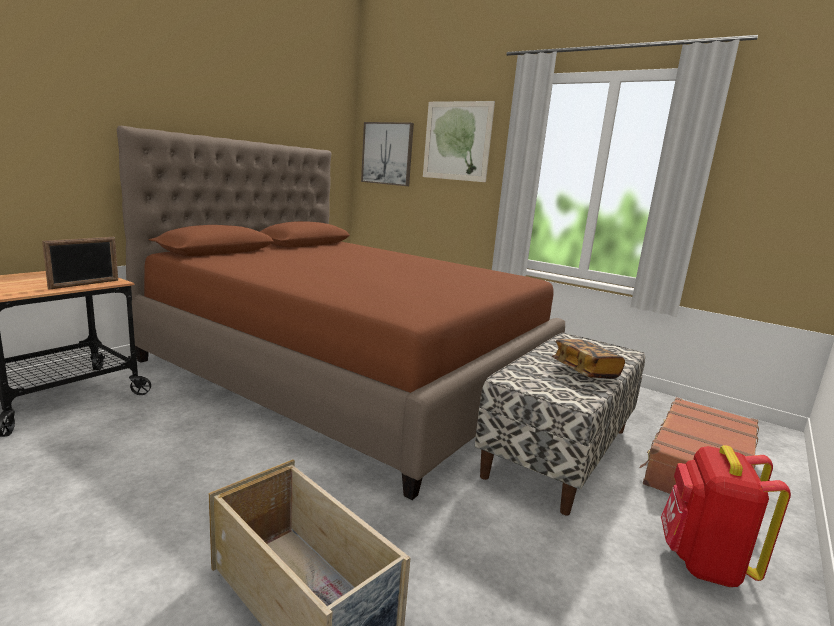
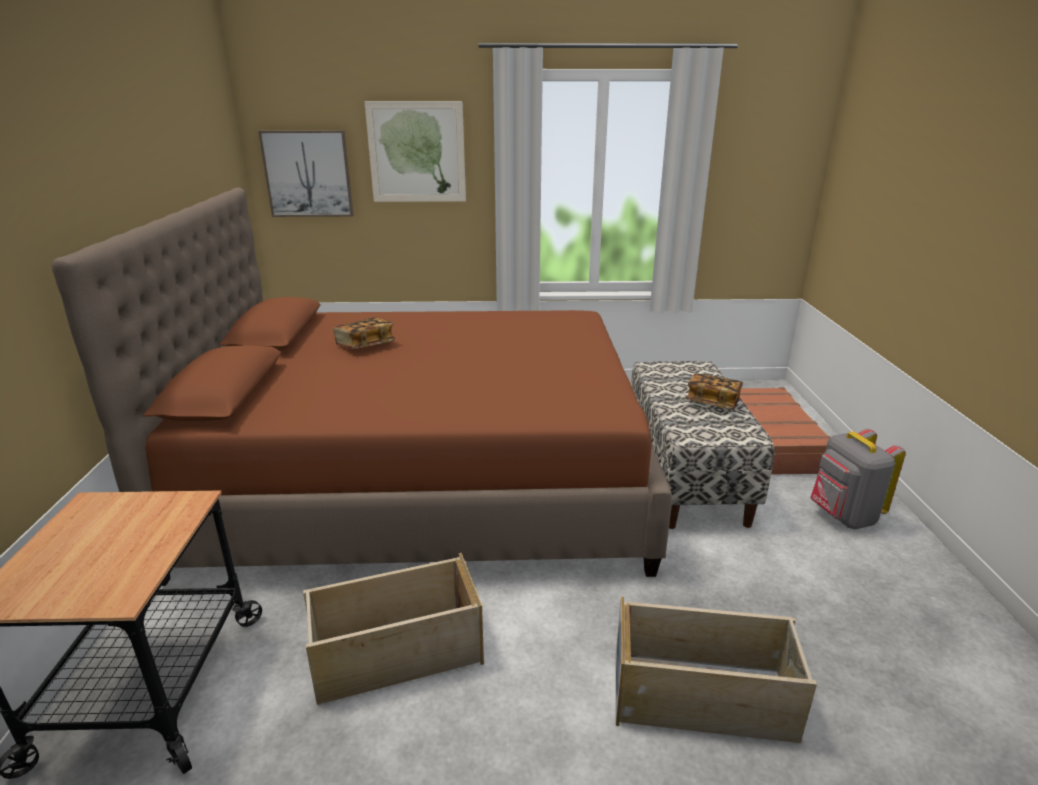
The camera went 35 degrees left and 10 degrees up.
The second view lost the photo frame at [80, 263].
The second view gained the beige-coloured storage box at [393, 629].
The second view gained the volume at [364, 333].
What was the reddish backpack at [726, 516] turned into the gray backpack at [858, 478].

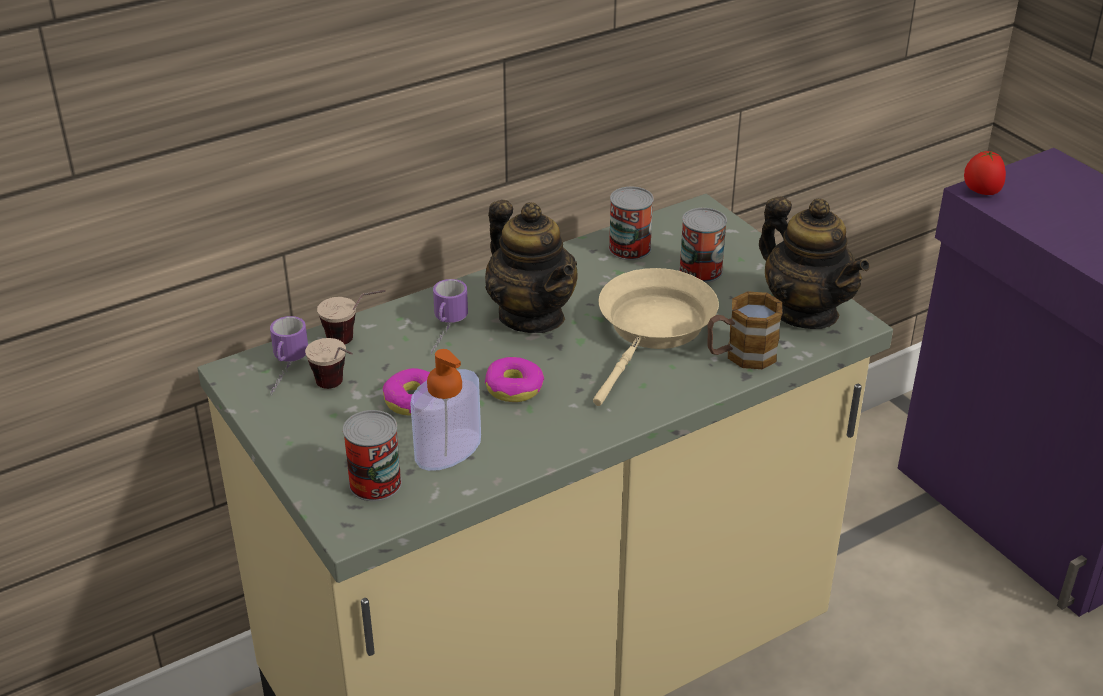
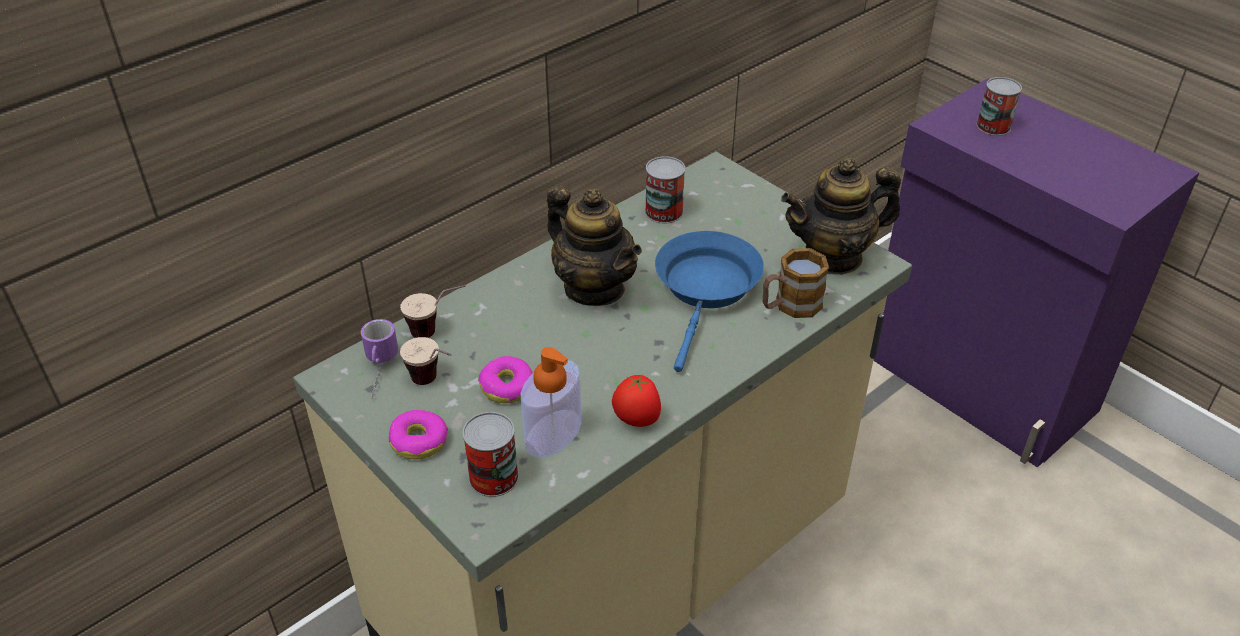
The camera went 10 degrees left and 5 degrees up.
The second view lost the tea mug at [449, 316].
The donut ended up elsewhere, having gone from [514, 379] to [418, 434].
The can ended up elsewhere, having gone from [703, 245] to [999, 106].
The whole tomato ended up elsewhere, having gone from [985, 173] to [636, 401].
What was the beige-coloured skillet at [656, 337] turned into the bluish skillet at [709, 301].
The pot for tea at [814, 263] ended up facing another way, 120 degrees clockwise from before.

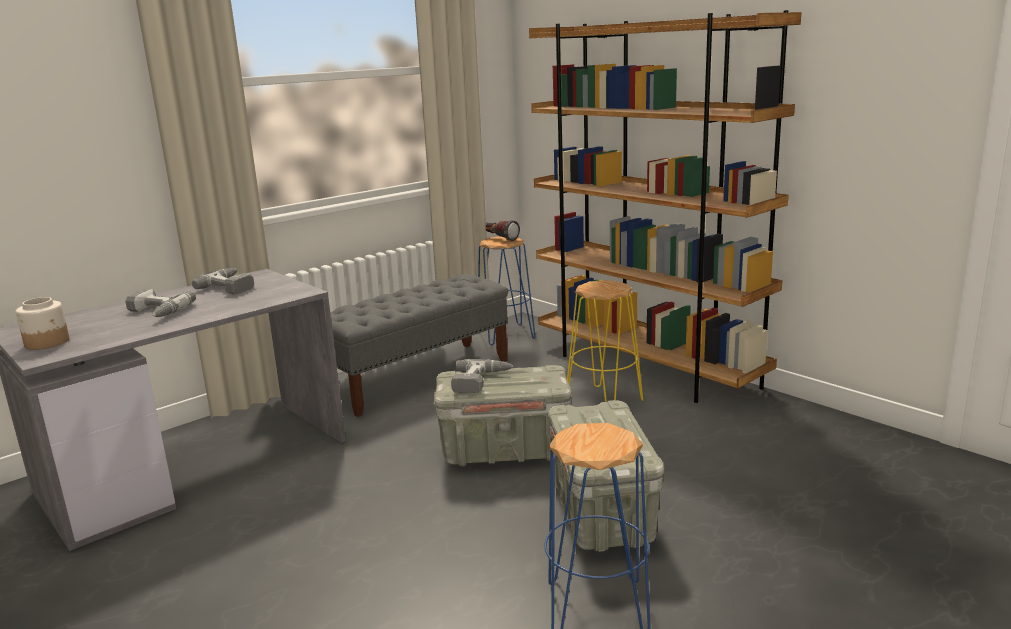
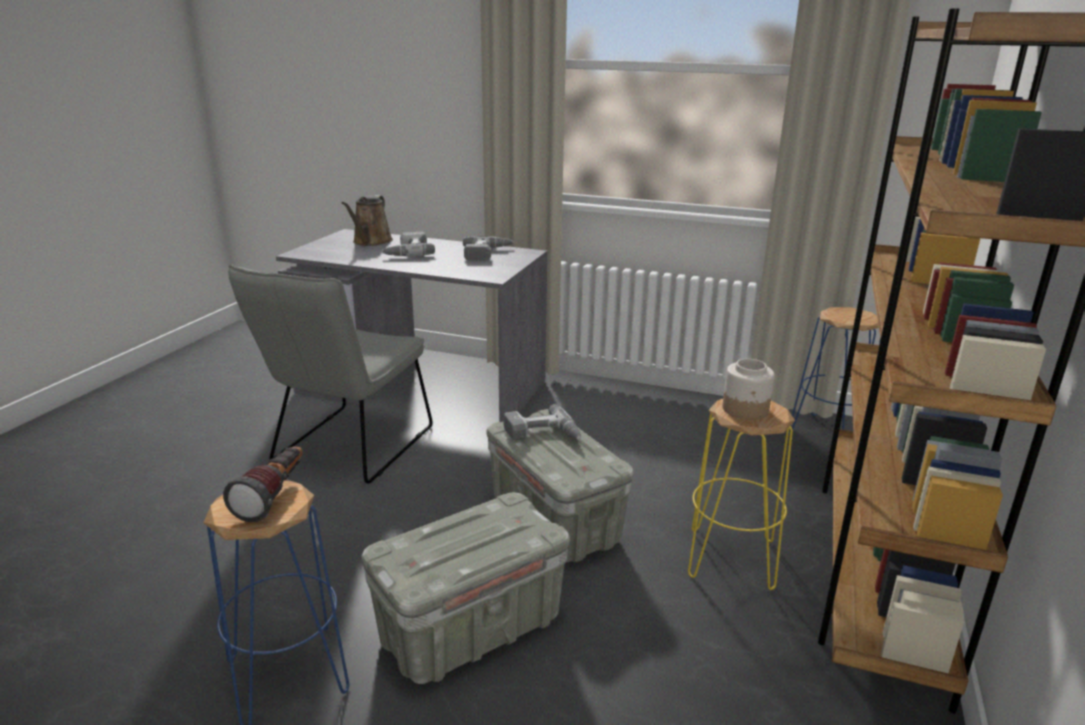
The camera went 60 degrees right and 5 degrees up.
The second view lost the gray long seat at [419, 345].
The second view gained the gray chair at [330, 374].
The second view gained the brown-coloured watering pot at [367, 220].
The storage jar ended up elsewhere, having gone from [42, 323] to [748, 389].
The flashlight ended up elsewhere, having gone from [503, 230] to [263, 484].

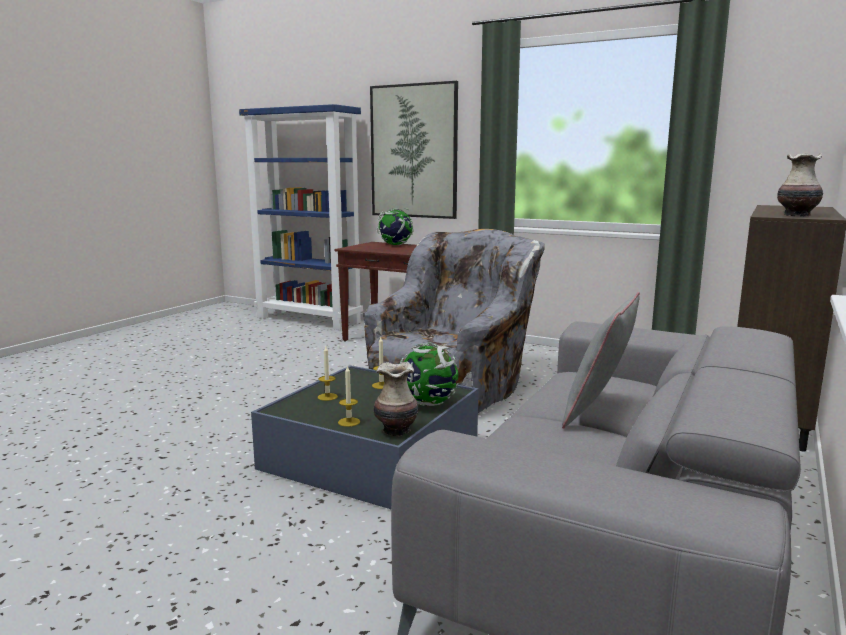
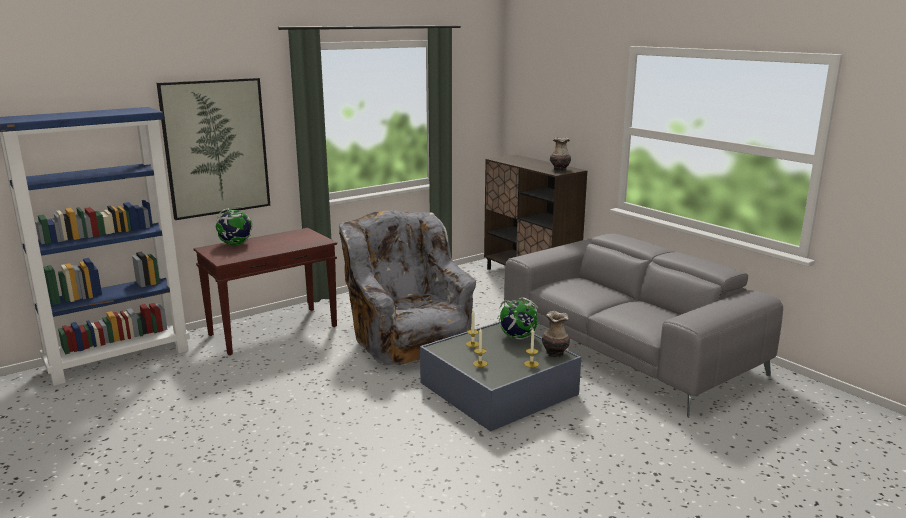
The camera went 65 degrees left and 5 degrees up.
The second view lost the gray throw pillow at [601, 360].

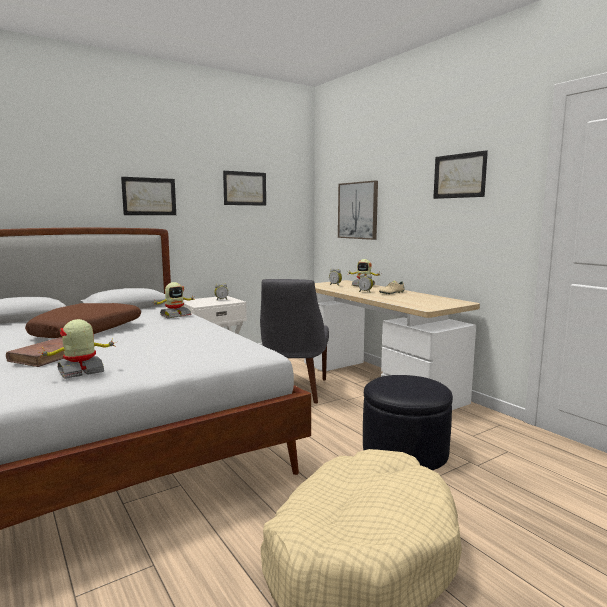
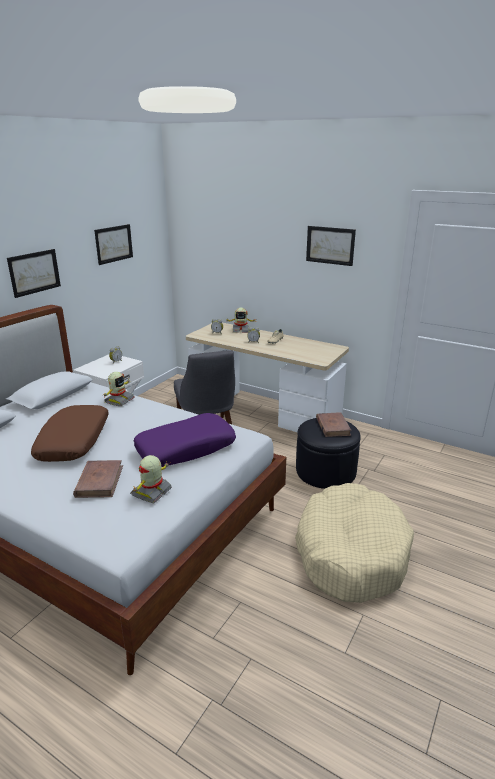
The camera went 25 degrees left and 15 degrees up.
The second view lost the wall picture at [358, 210].
The second view gained the purplish throw pillow at [185, 440].
The second view gained the brown-coloured volume at [334, 425].

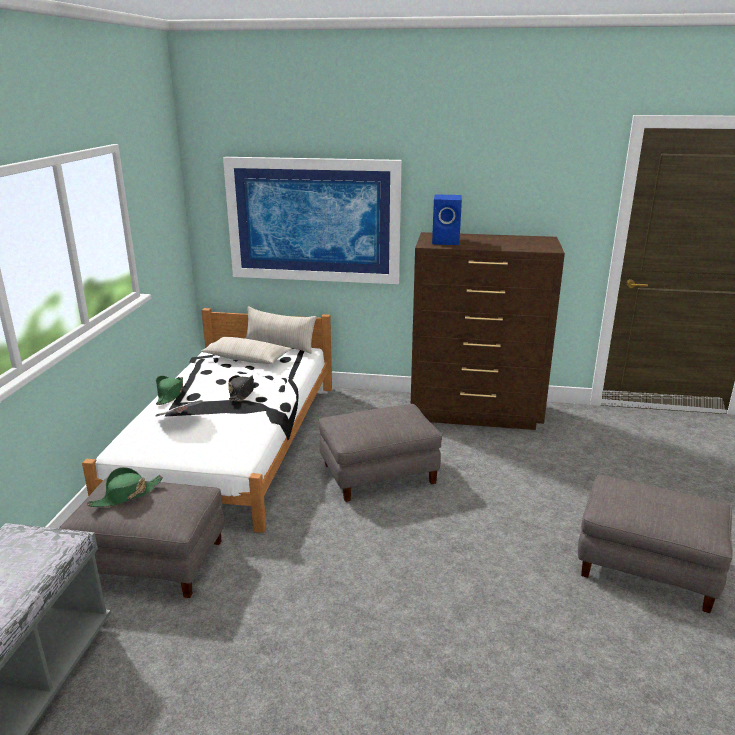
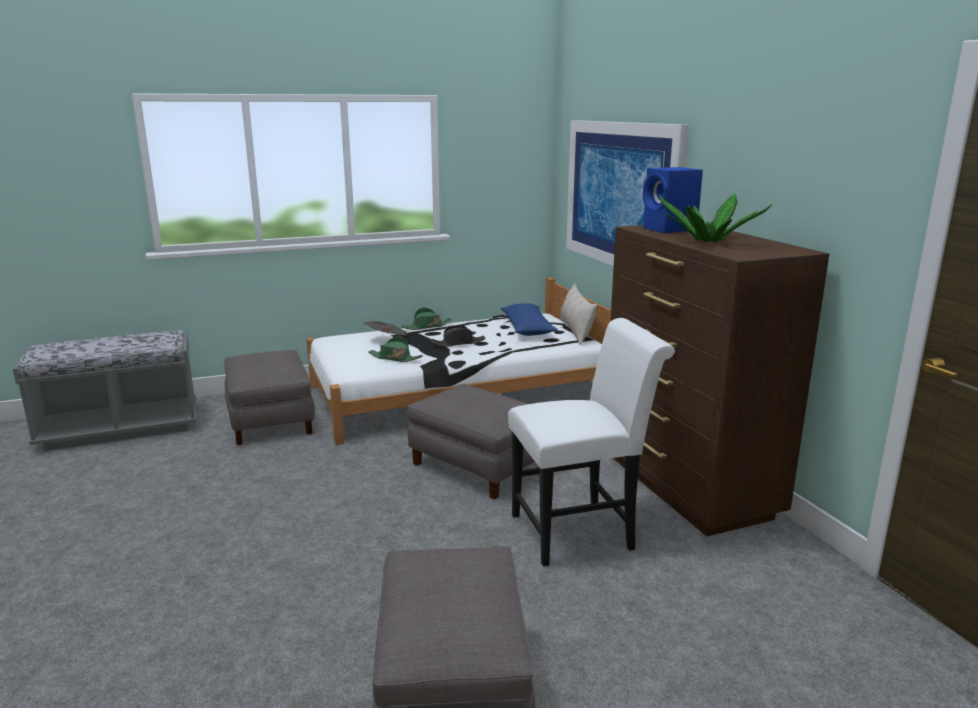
The camera went 60 degrees right and 5 degrees down.
The second view gained the white chair at [591, 442].
The second view gained the houseplant at [715, 217].
The green-coloured wearable hat ended up elsewhere, having gone from [125, 487] to [396, 349].
What was the beige-coloured throw pillow at [246, 350] turned into the bluish throw pillow at [529, 319].

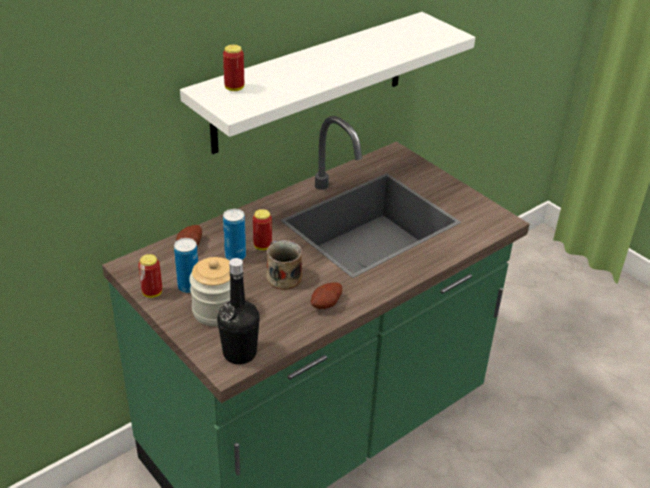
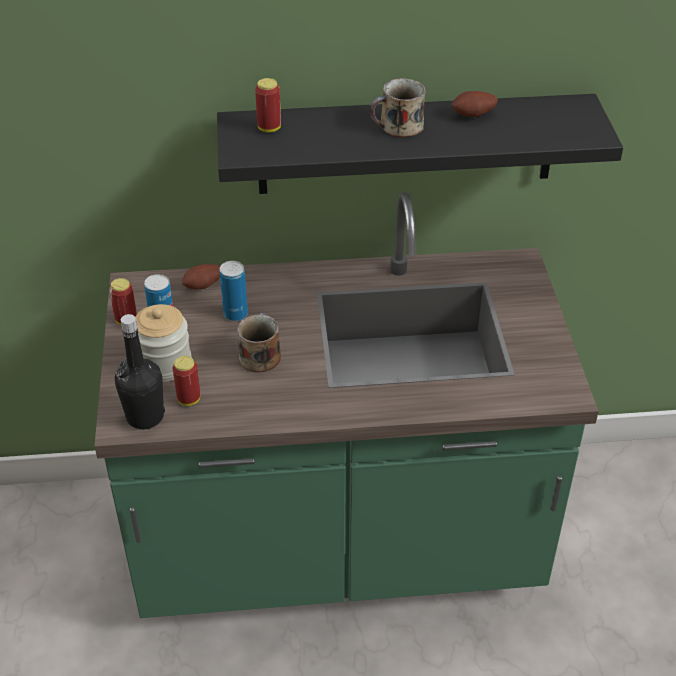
The camera went 35 degrees right and 5 degrees up.
The second view gained the tea mug at [398, 107].
The can ended up elsewhere, having gone from [262, 229] to [186, 381].
The spud ended up elsewhere, having gone from [326, 295] to [475, 104].
What was the white bracket shelf at [327, 83] turned into the black bracket shelf at [420, 144].

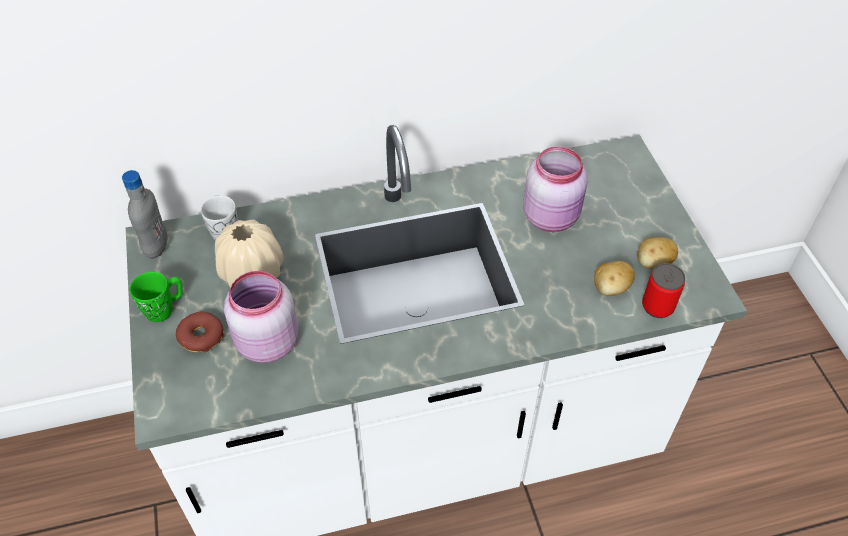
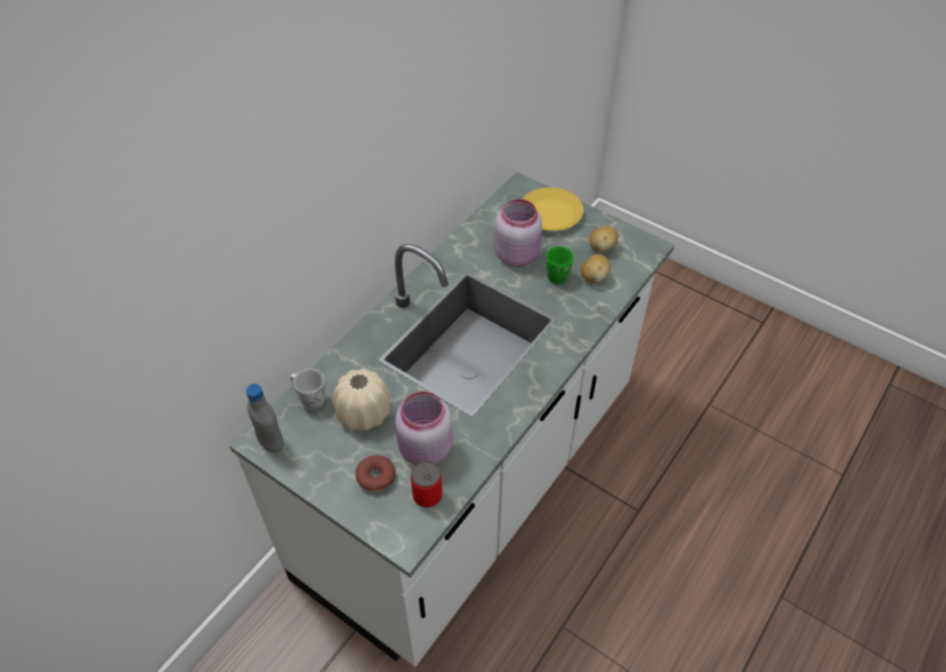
The camera went 40 degrees left and 0 degrees up.
The second view gained the yellow-coloured dinner plate at [553, 209].
The green-coloured tea mug ended up elsewhere, having gone from [156, 297] to [559, 265].
The can ended up elsewhere, having gone from [663, 290] to [426, 484].

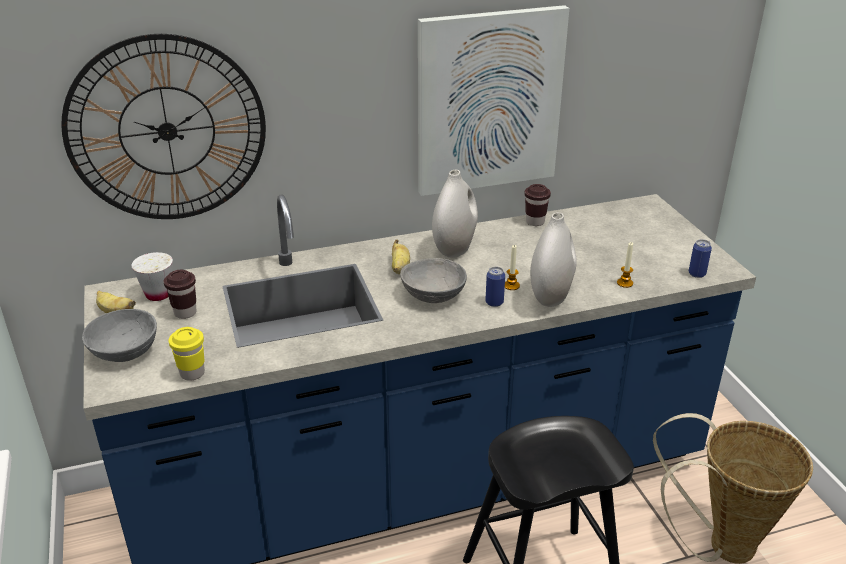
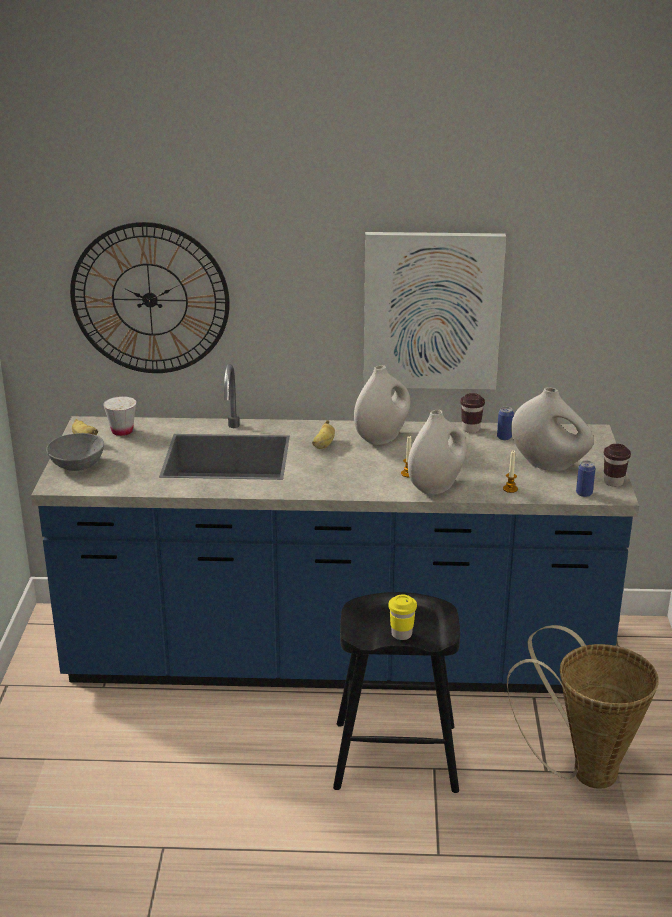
The camera went 20 degrees right and 5 degrees down.
The second view lost the gray bowl at [433, 280].
The second view gained the white vase at [552, 429].
The brown-coloured cup ended up elsewhere, having gone from [180, 294] to [617, 465].
The yellow-coloured cup ended up elsewhere, having gone from [186, 354] to [403, 617].
The can ended up elsewhere, having gone from [495, 287] to [505, 423].

